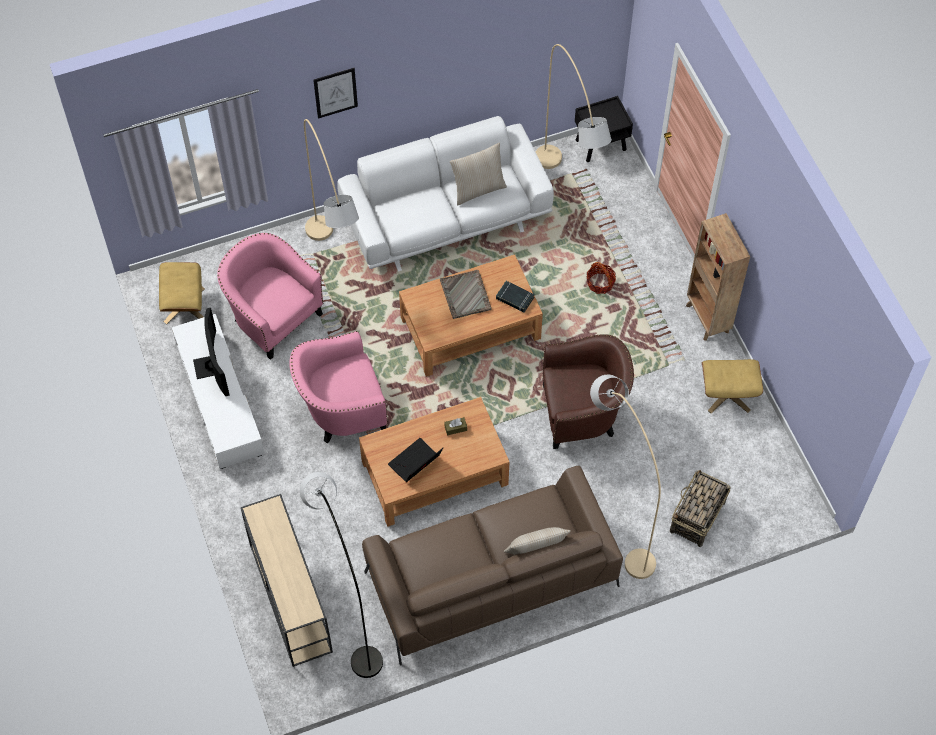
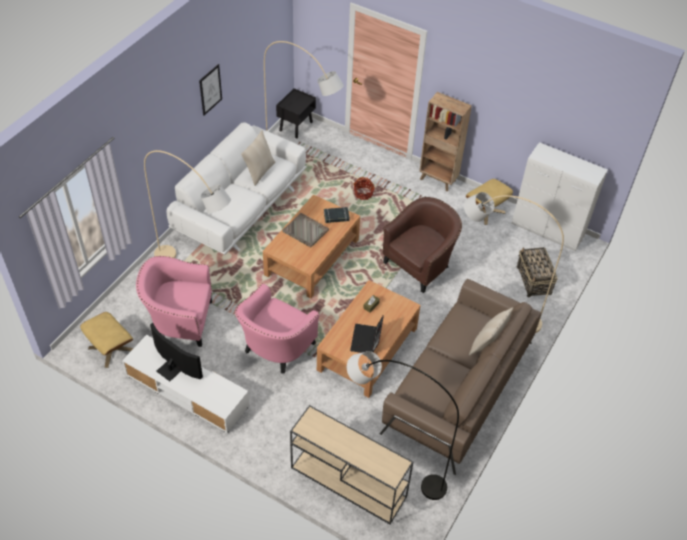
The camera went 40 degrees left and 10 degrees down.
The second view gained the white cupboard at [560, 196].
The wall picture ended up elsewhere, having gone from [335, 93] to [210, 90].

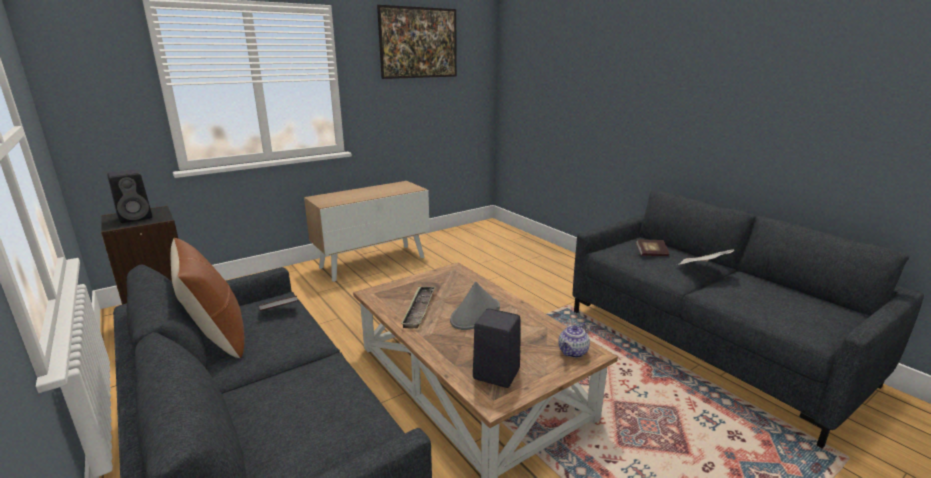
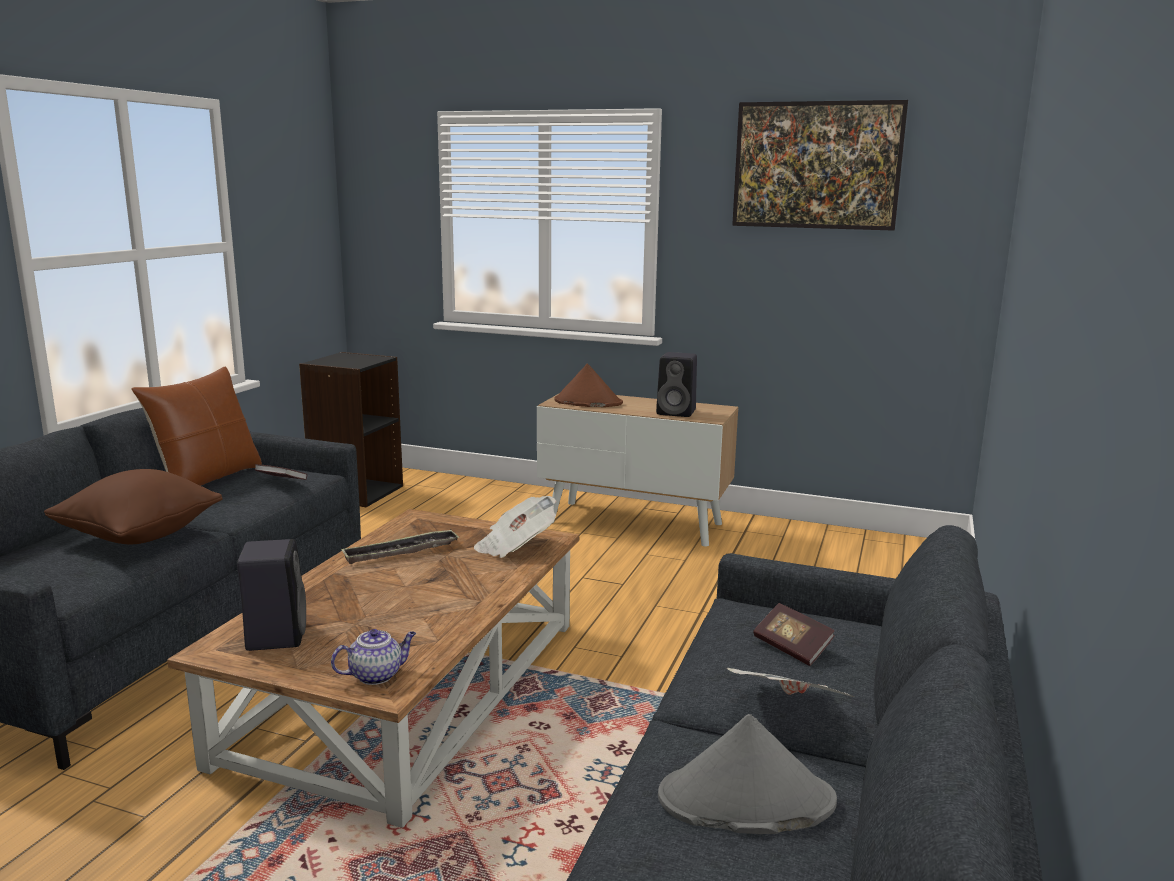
The camera went 55 degrees right and 5 degrees down.
The second view gained the brown-coloured throw pillow at [133, 506].
The second view gained the daily paper at [515, 527].
The second view gained the brown-coloured wearable hat at [588, 385].
The black speaker ended up elsewhere, having gone from [129, 196] to [676, 384].
The gray wearable hat ended up elsewhere, having gone from [475, 306] to [747, 774].
The pot for tea at [574, 340] ended up facing another way, 150 degrees clockwise from before.

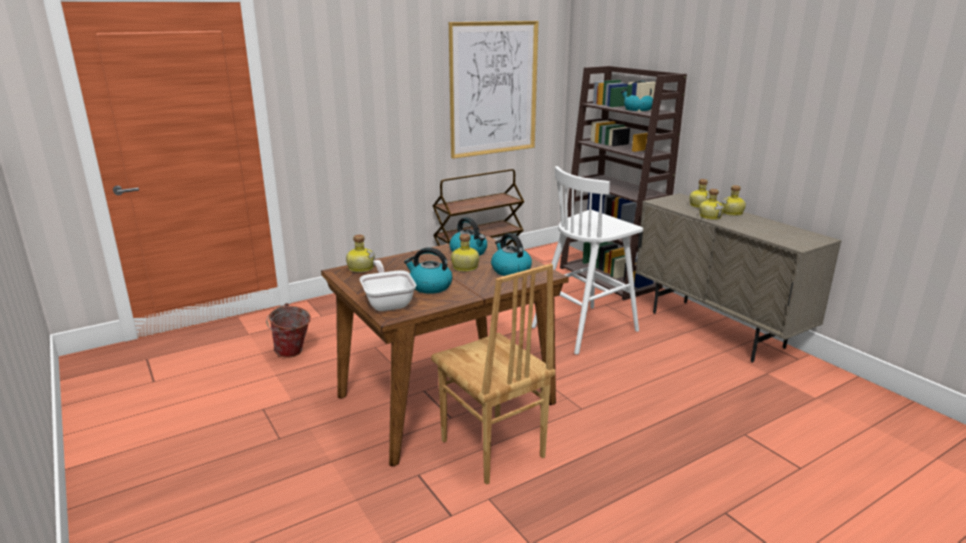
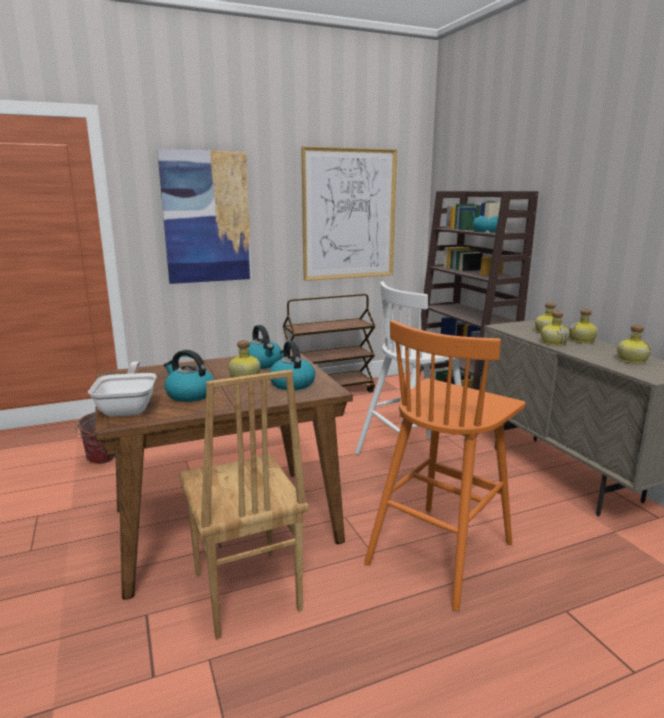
The camera went 10 degrees right and 5 degrees down.
The second view gained the wall picture at [204, 216].
The second view gained the orangey sitting stool at [444, 465].
The bottle ended up elsewhere, having gone from [360, 253] to [634, 344].

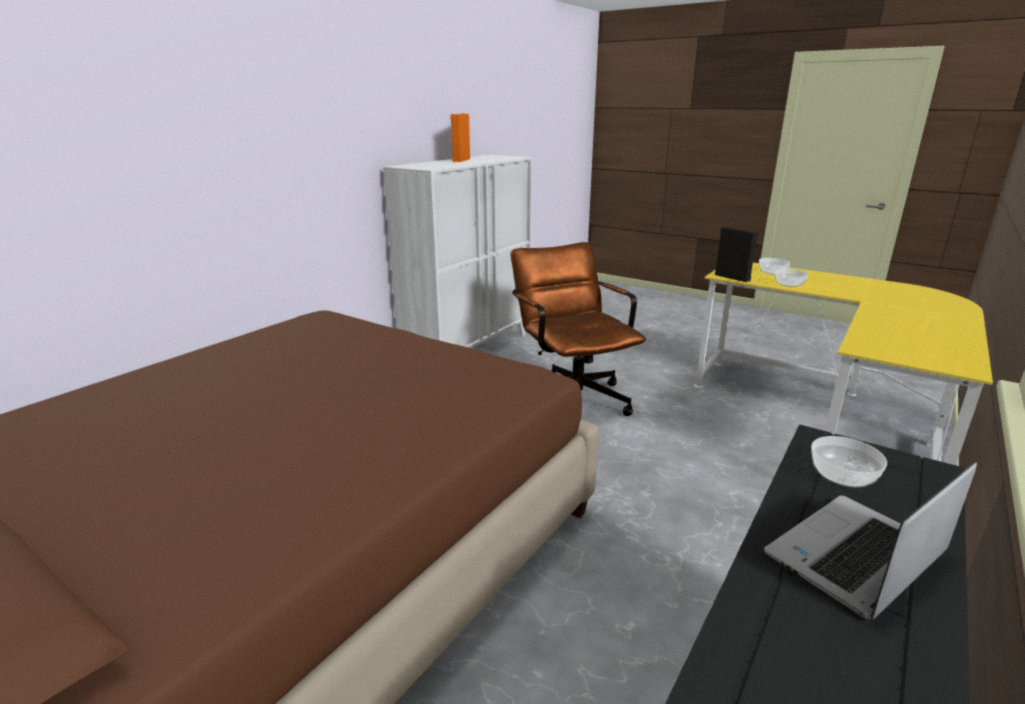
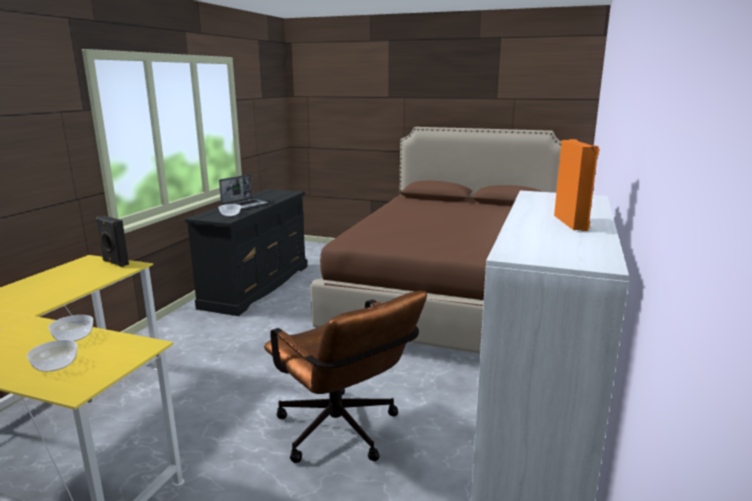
The camera went 165 degrees right and 5 degrees down.
The black speaker ended up elsewhere, having gone from [736, 254] to [112, 241].

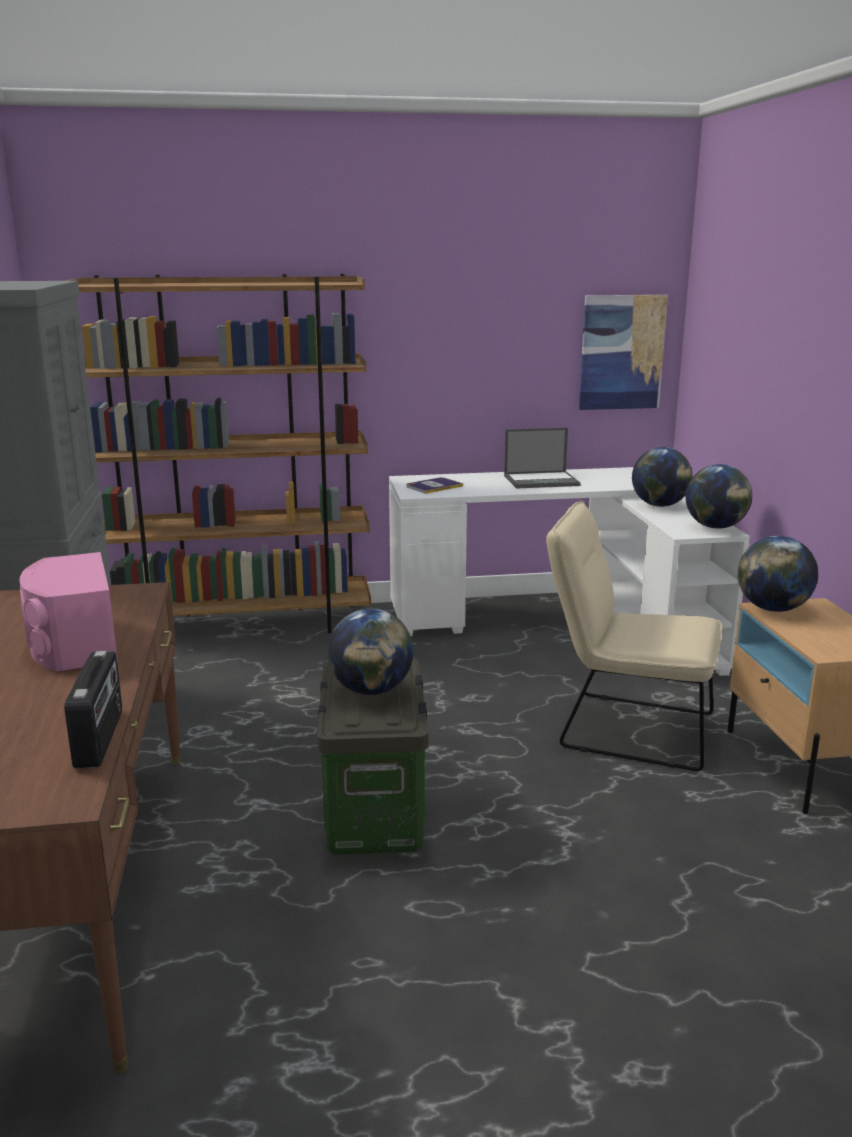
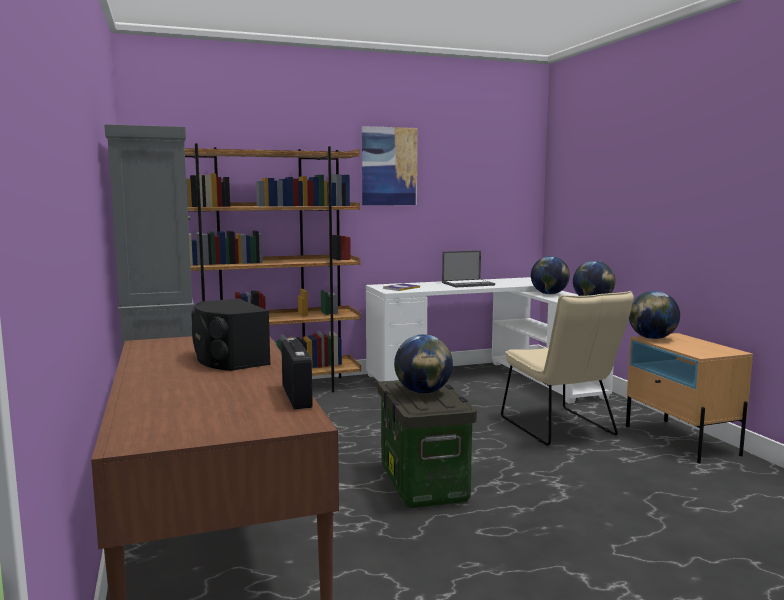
The camera went 10 degrees left and 10 degrees down.
The wall picture ended up elsewhere, having gone from [623, 352] to [389, 165].
What was the pinkish speaker at [68, 612] turned into the black speaker at [231, 334].
The beige-coloured chair at [634, 636] ended up facing another way, 120 degrees counterclockwise from before.

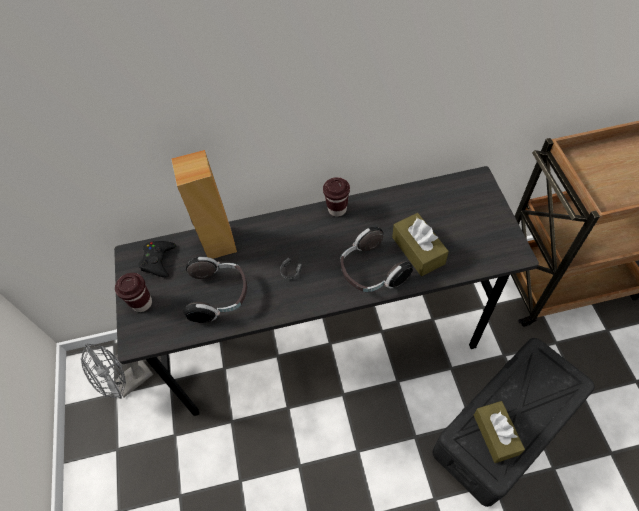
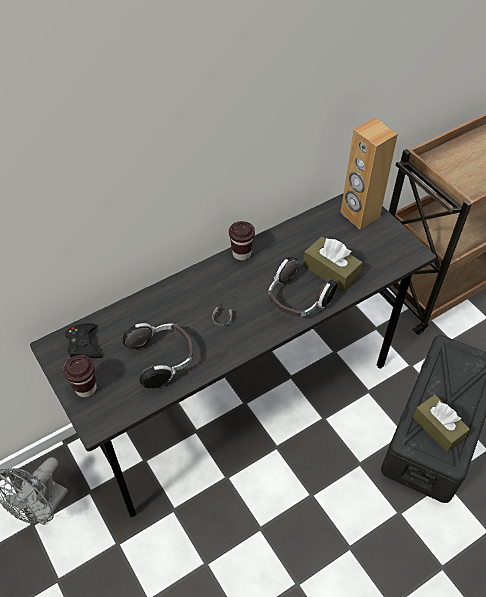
The camera went 25 degrees left and 5 degrees down.
The brown-coloured speaker ended up elsewhere, having gone from [204, 204] to [369, 173].

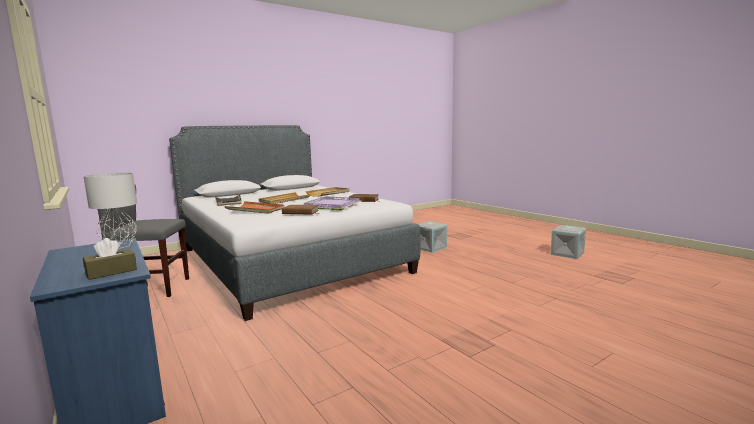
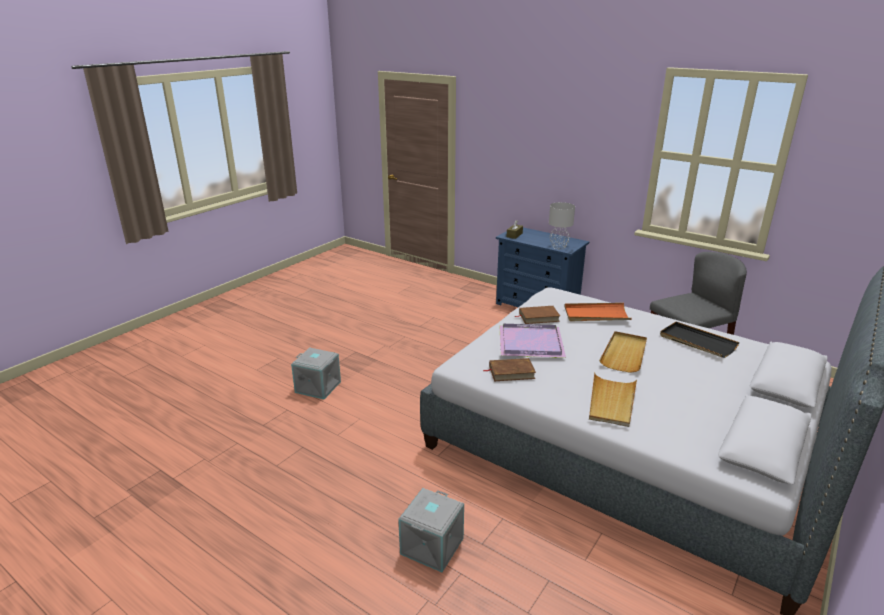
The camera went 160 degrees right and 15 degrees up.
The gray storage box ended up elsewhere, having gone from [568, 242] to [316, 373].

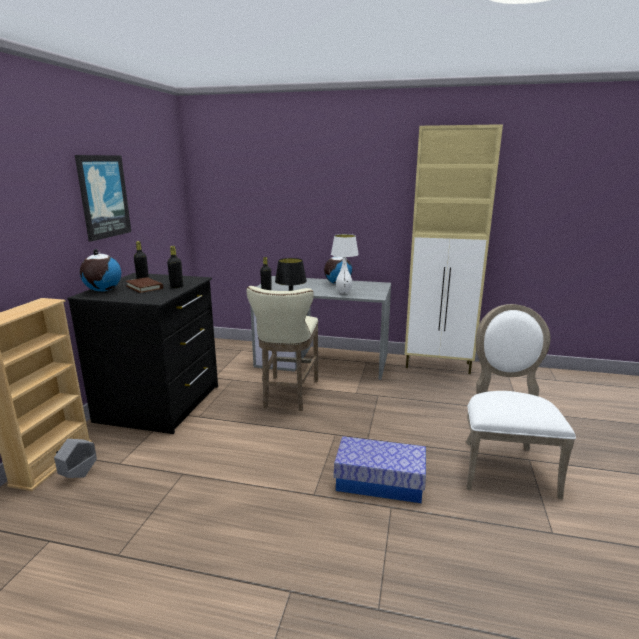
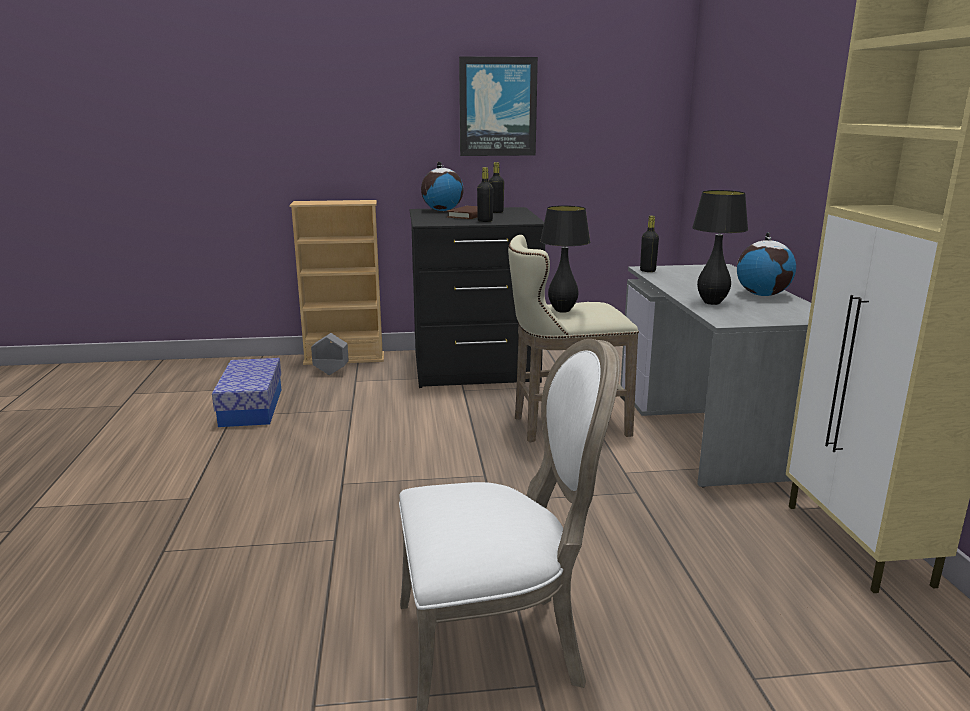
The camera went 70 degrees right and 0 degrees up.
The storage box ended up elsewhere, having gone from [380, 469] to [246, 392].
What was the white lamp for a table at [345, 264] turned into the black lamp for a table at [720, 247].

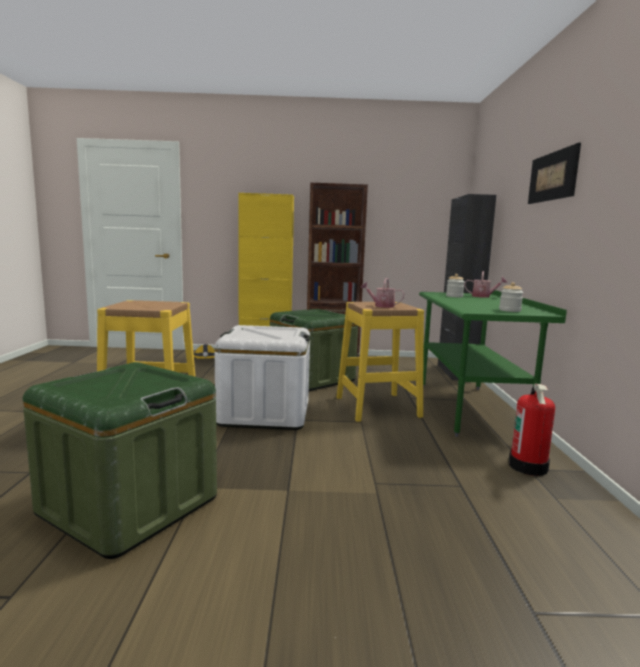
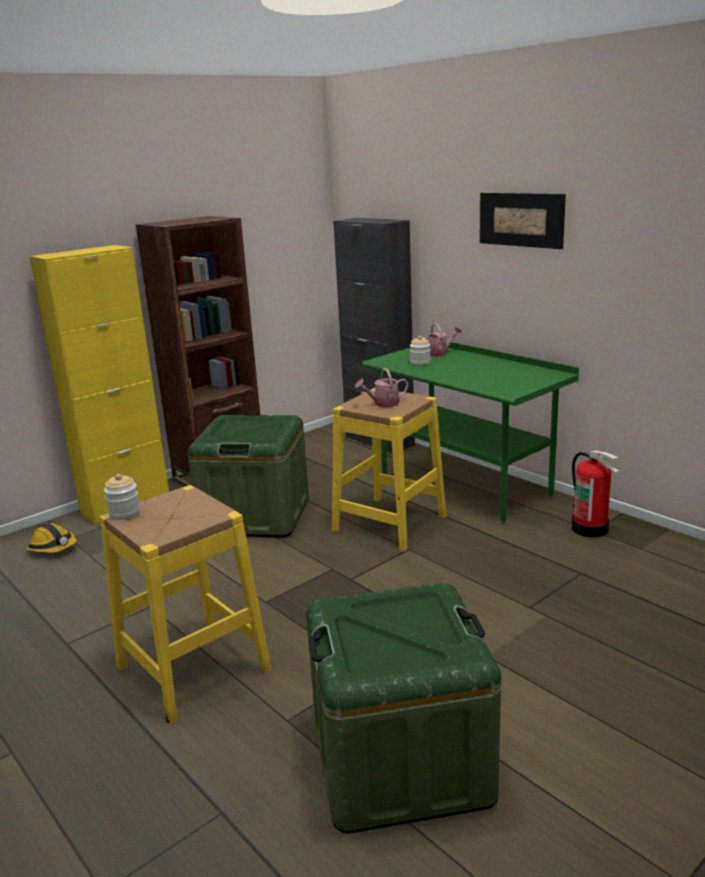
The camera went 40 degrees left and 10 degrees up.
The second view lost the white storage box at [262, 377].
The storage jar ended up elsewhere, having gone from [511, 297] to [122, 497].

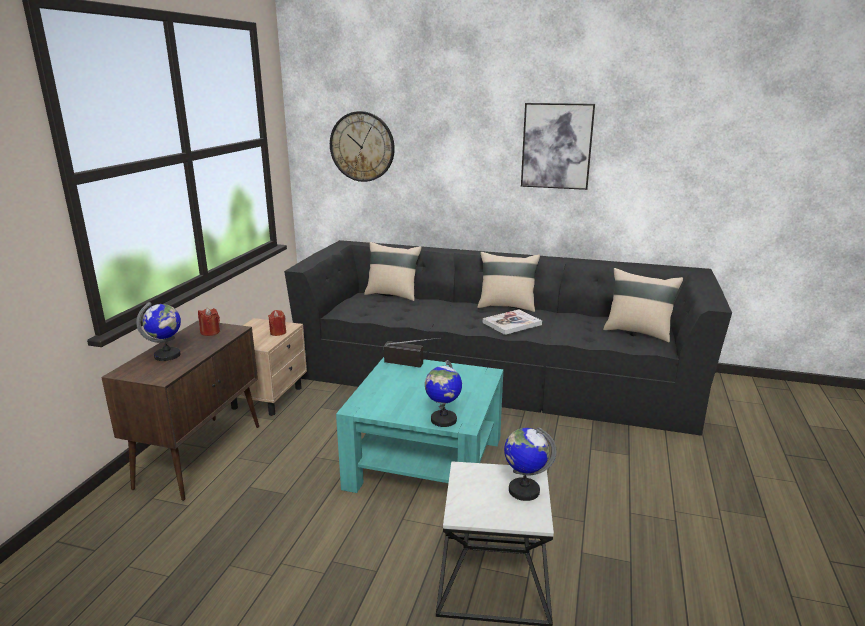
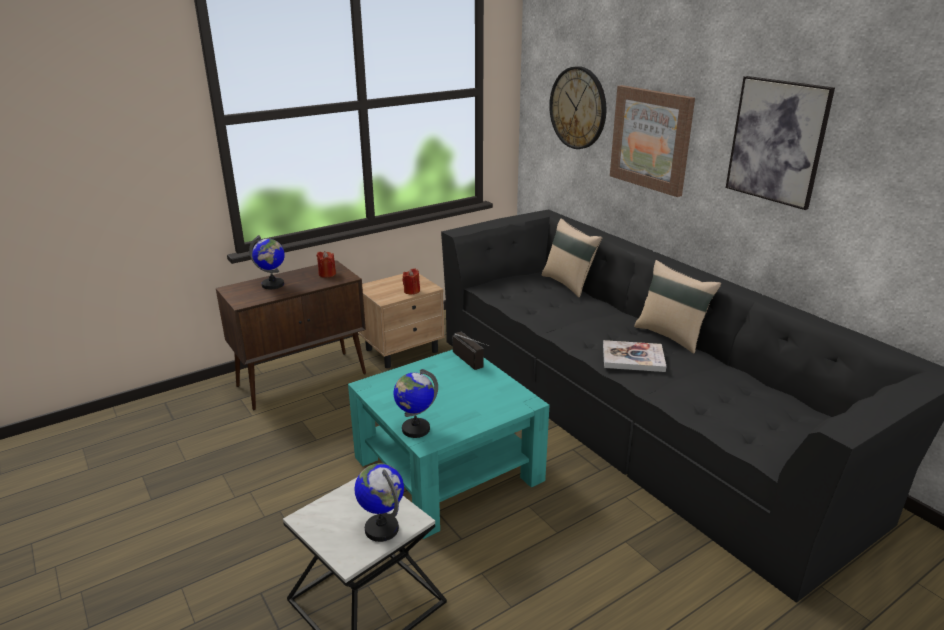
The camera went 40 degrees right and 5 degrees up.
The second view lost the beige-coloured throw pillow at [643, 305].
The second view gained the wall picture at [652, 141].

